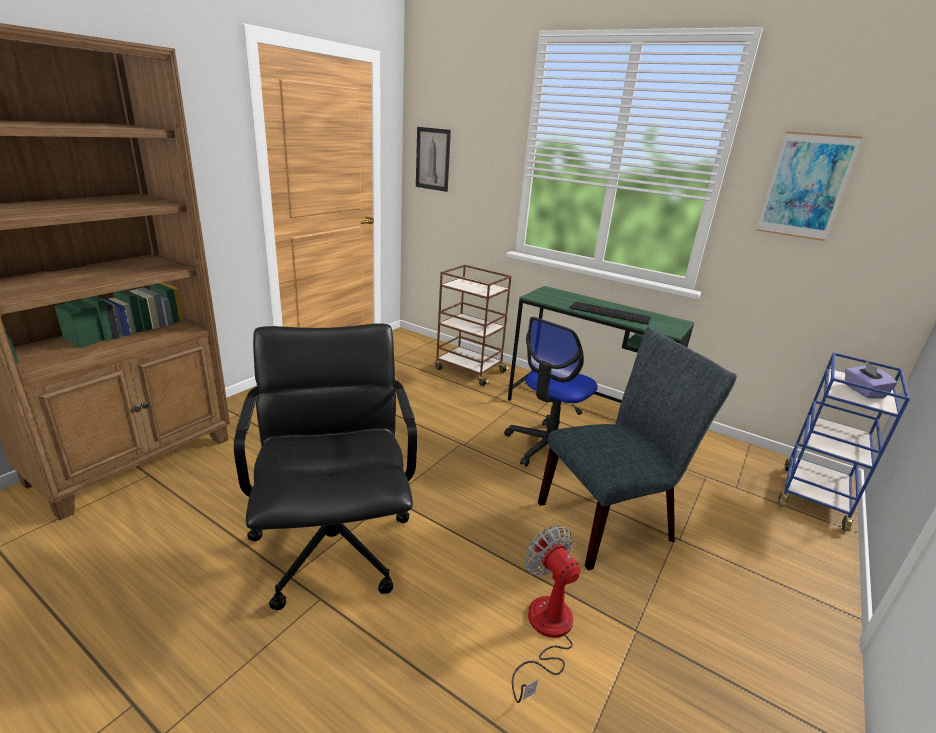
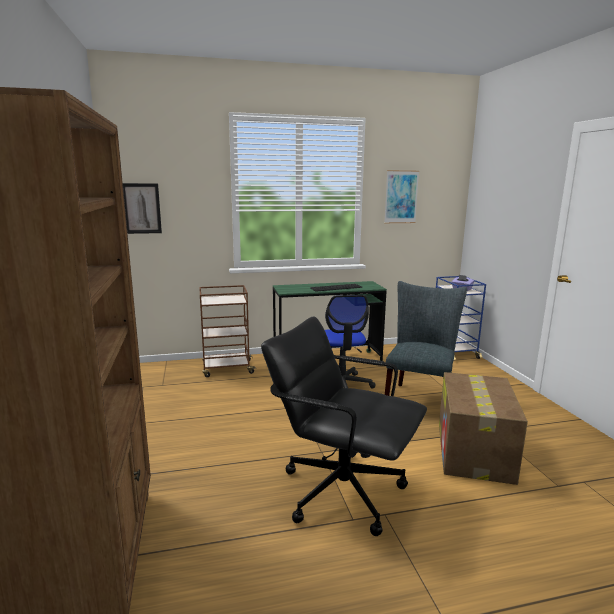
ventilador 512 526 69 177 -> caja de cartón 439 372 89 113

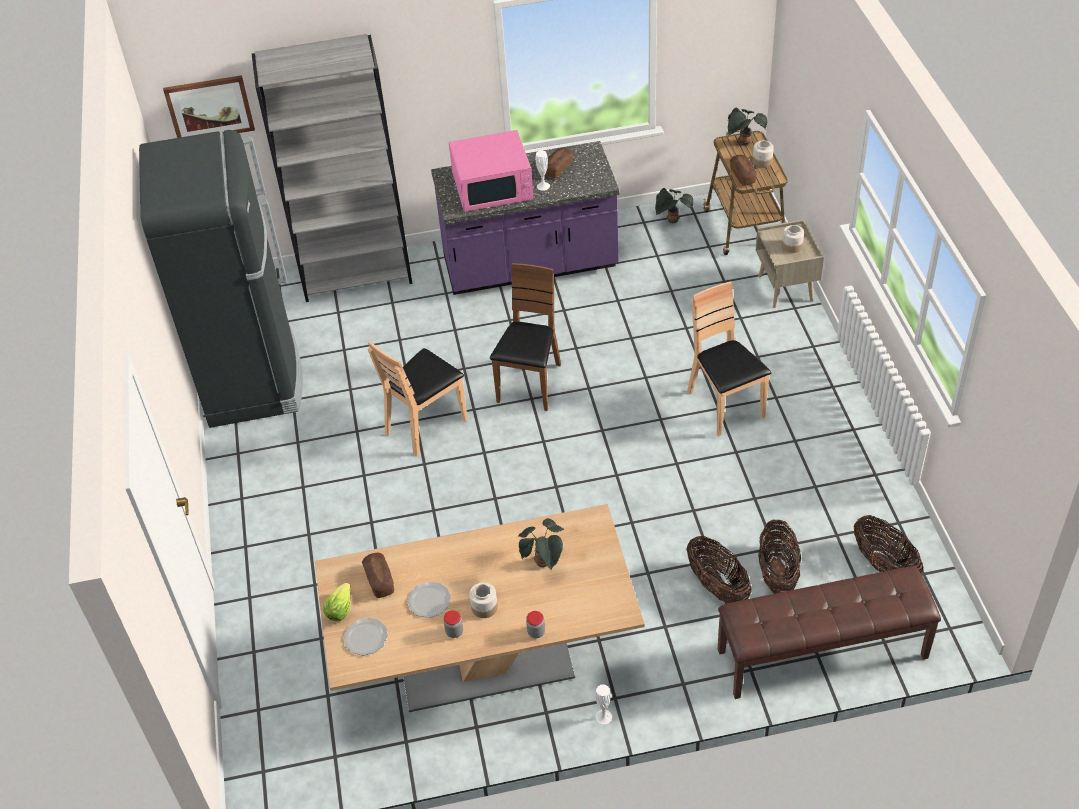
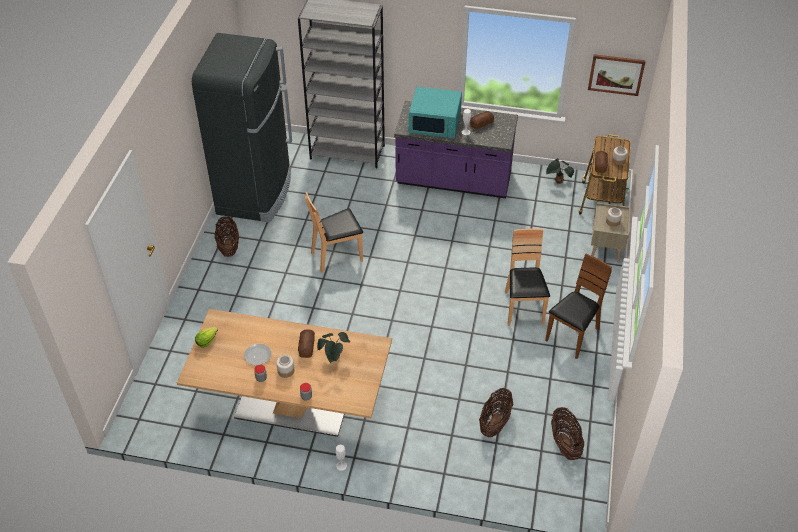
cuadro 163 75 92 63 -> cuadro 588 54 58 42, moved
planta en maceta 728 107 39 38 -> none
microondas/rosa 449 130 84 82 -> microondas/turquesa 409 87 53 51
silla/marrón 490 263 71 148 -> silla/marrón 545 254 67 105, moved
cesta 687 536 65 67 -> cesta 214 216 25 41, moved
pan 362 553 32 45 -> pan 298 329 17 29, moved
banco/marrón 718 566 223 133 -> none
plato 343 618 45 38 -> none

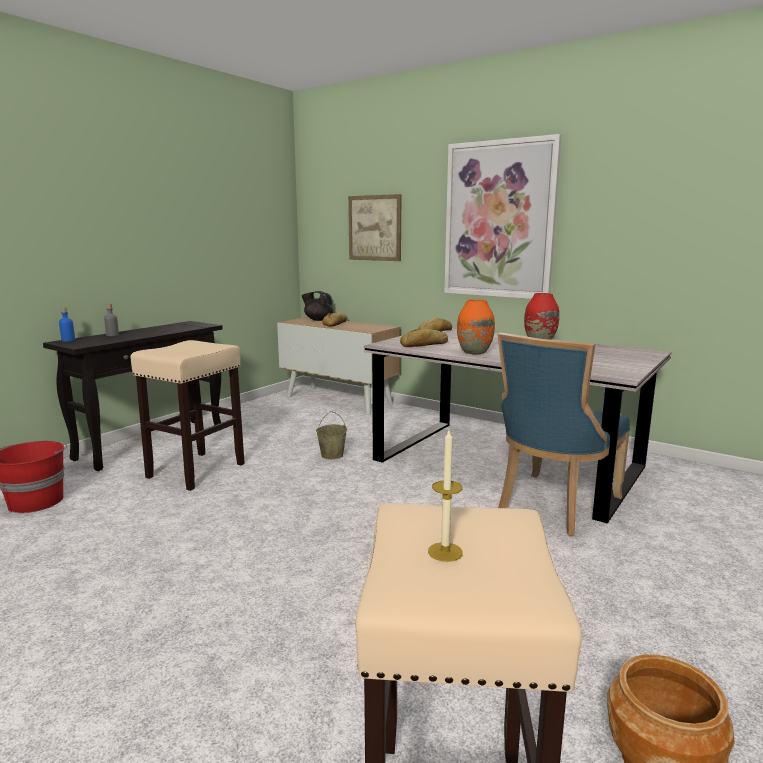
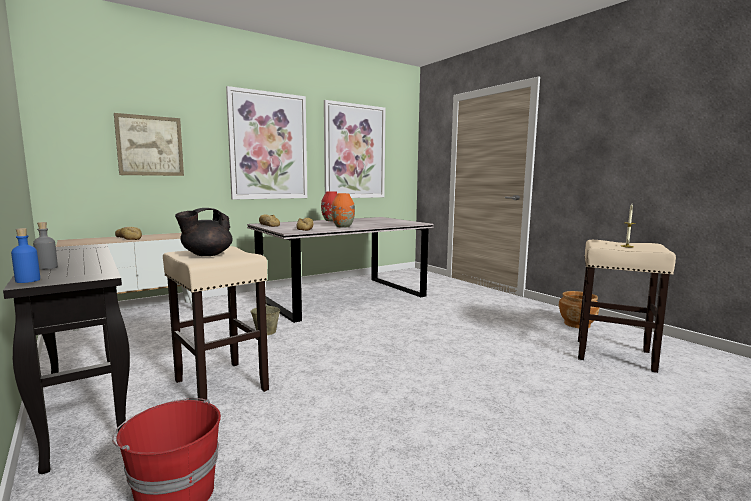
tetera/negro 301 291 32 30 -> tetera/negro 175 208 57 48, moved
silla/azul 498 333 132 203 -> none
none -> cuadro 324 100 62 98

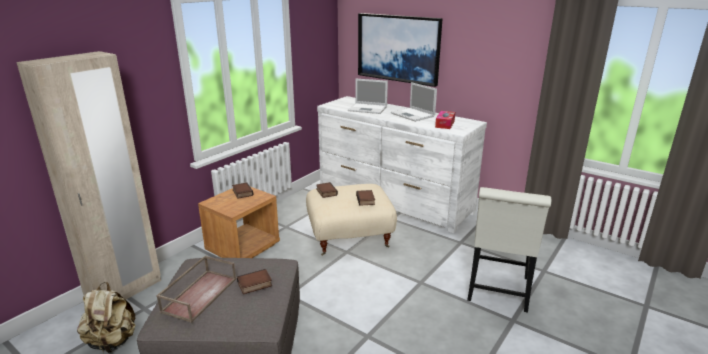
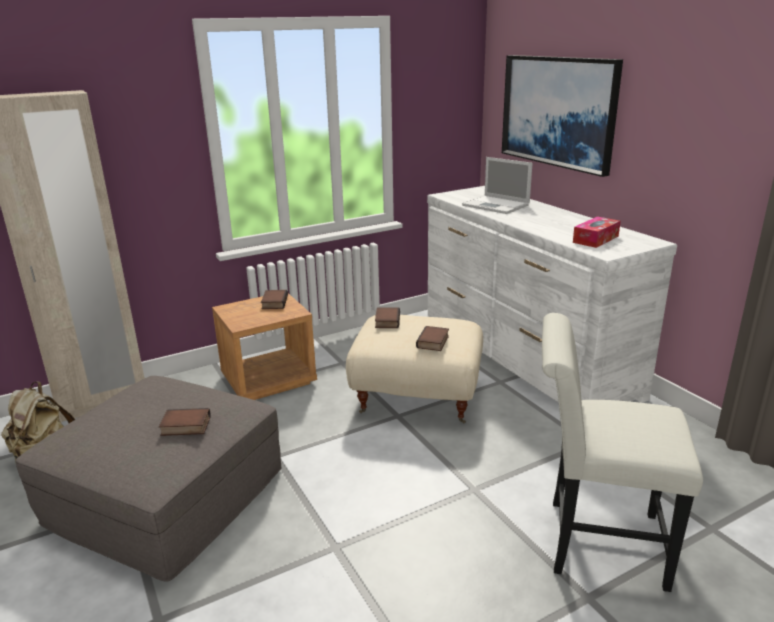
portátil 391 82 46 40 -> none
silla/blanco 467 187 84 126 -> silla/blanco 542 313 161 279, 60 degrees clockwise
bandeja/marrón 156 256 80 67 -> none

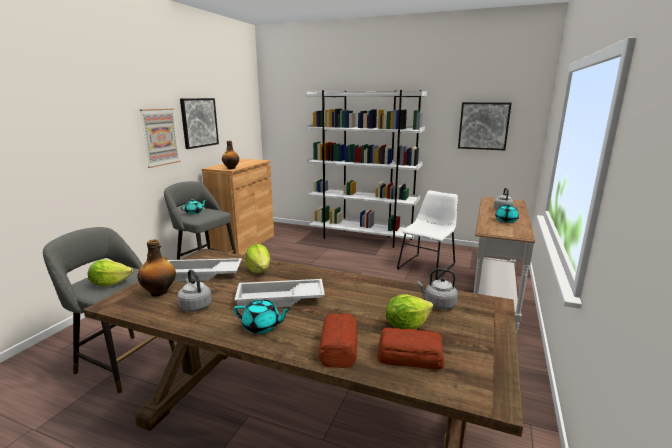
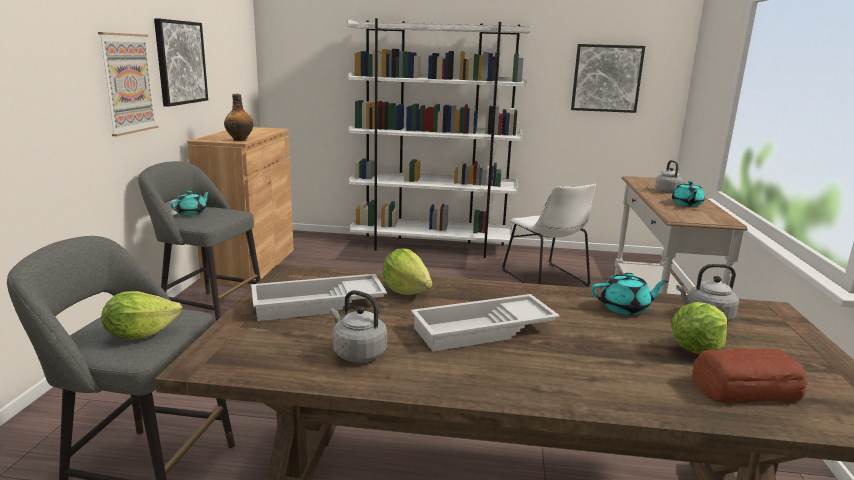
silla/blanco 397 190 61 90 -> silla/blanco 502 184 94 103, 135 degrees clockwise
botella 138 239 38 58 -> none
tetera/turquesa 233 299 58 35 -> tetera/turquesa 591 272 78 43, moved
pan 319 313 38 55 -> none

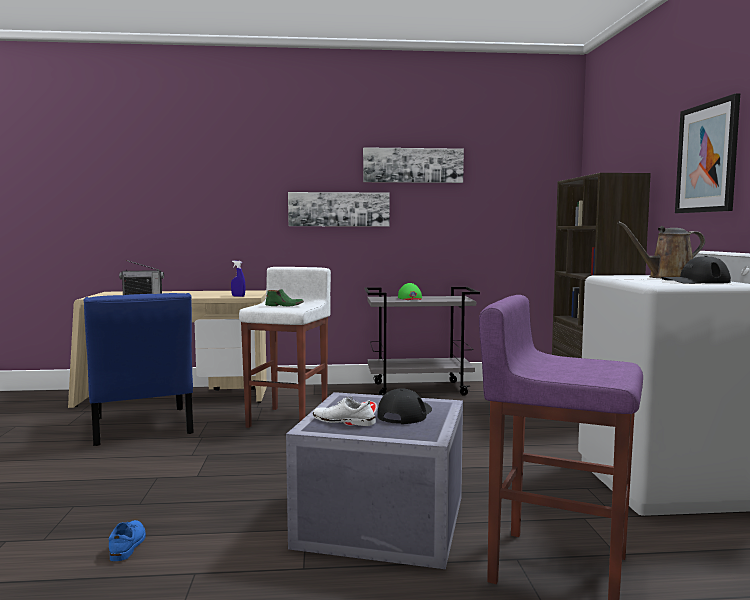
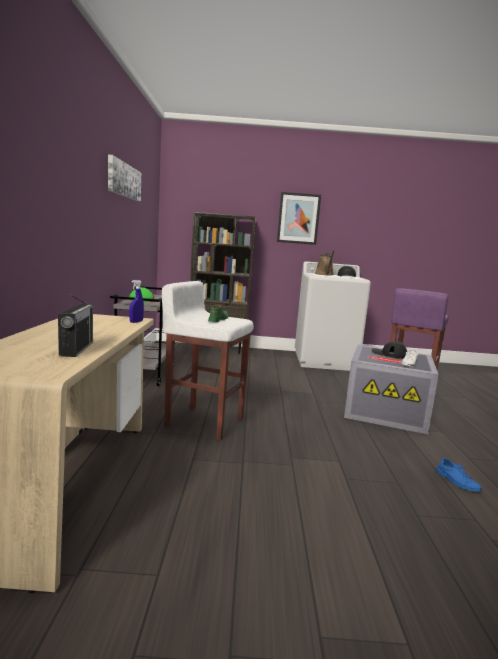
cuadro 288 192 101 34 -> none
silla/azul 84 293 110 153 -> none
zapato/azul 109 520 37 41 -> zapato/azul 436 457 46 35, 120 degrees counterclockwise

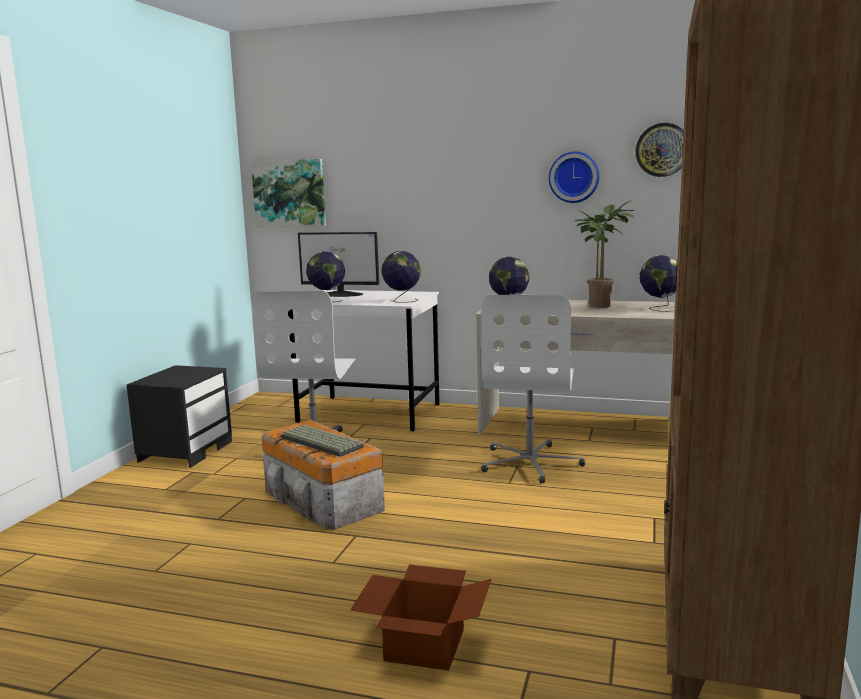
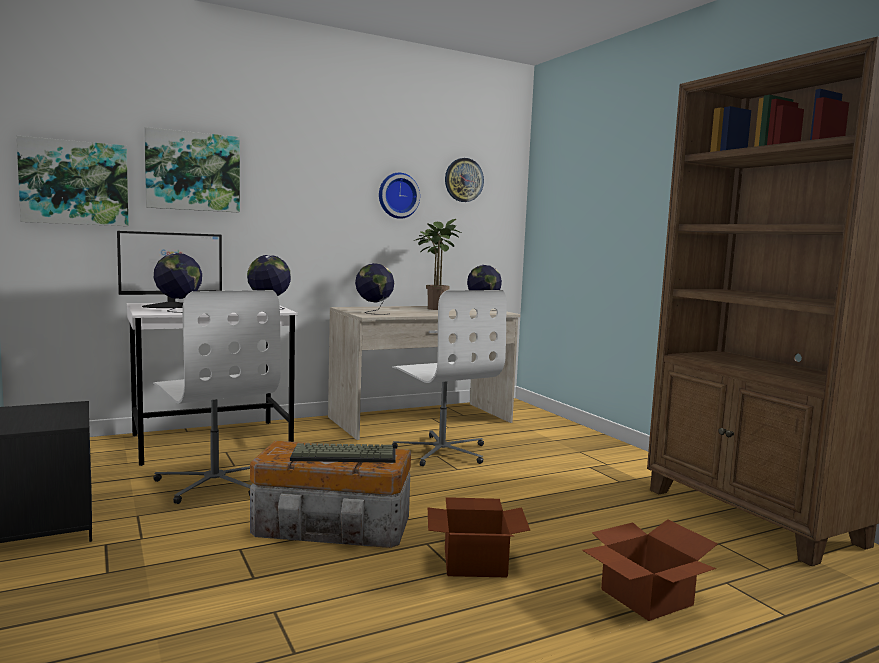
none -> cuadro 144 127 96 85
none -> caja de cartón 428 497 102 80

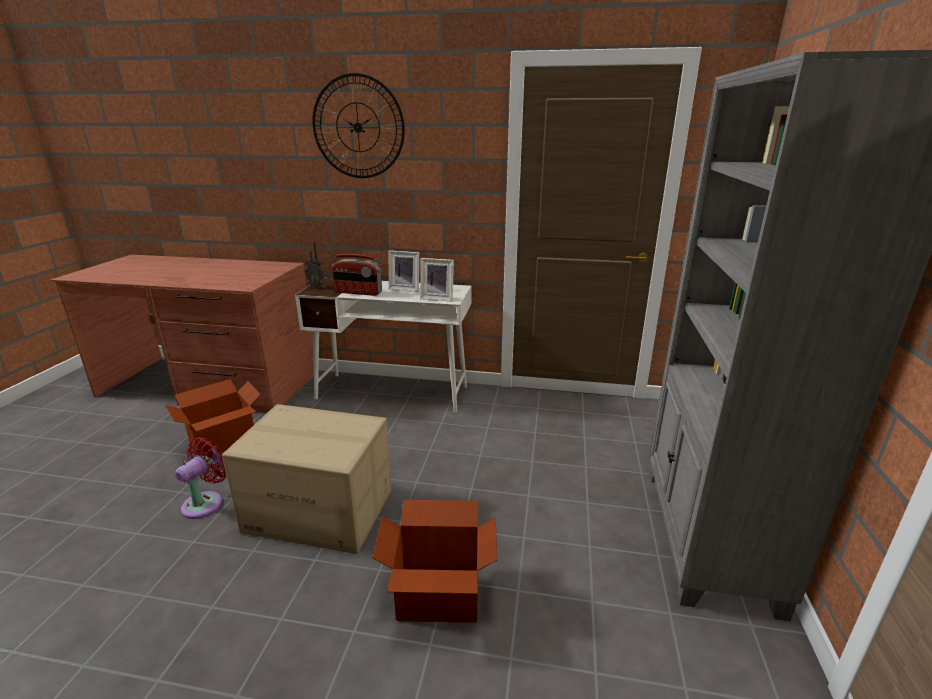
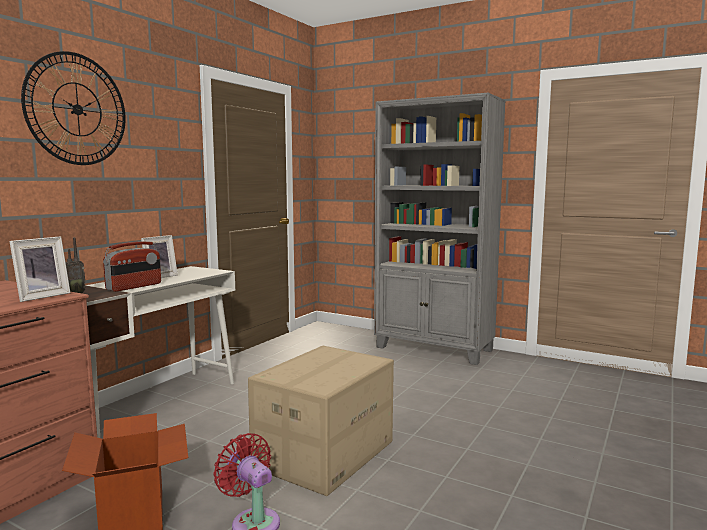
portarretratos 420 258 34 44 -> portarretratos 9 236 61 66, moved
caja de cartón 372 500 125 123 -> none

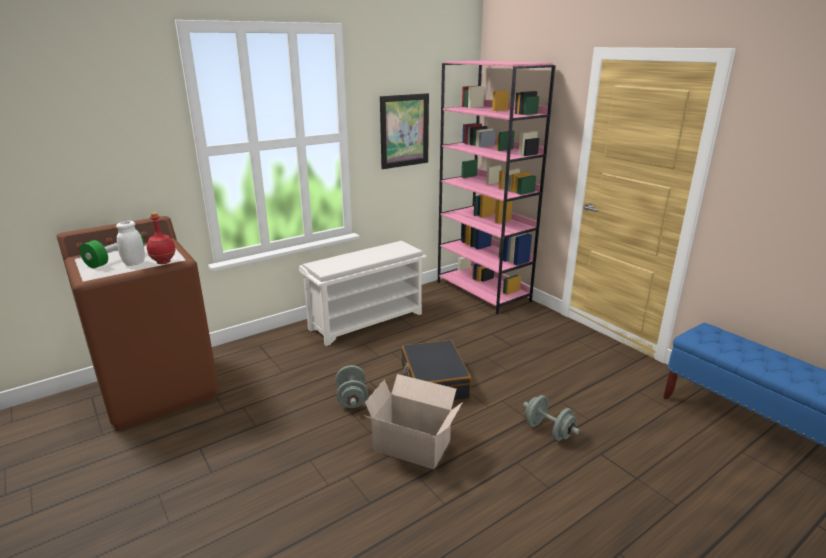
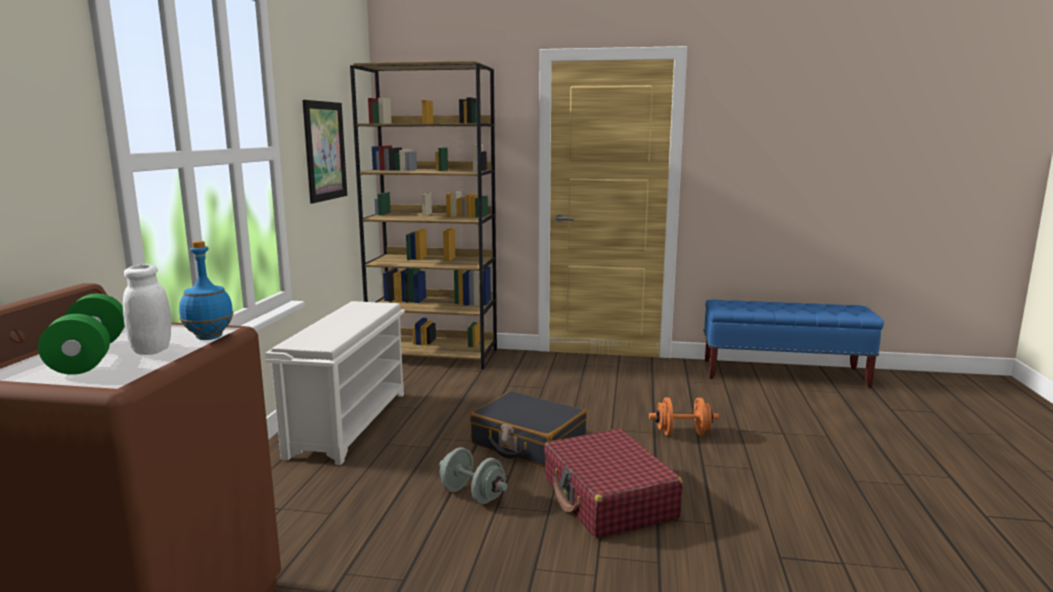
estantería/rosa 438 61 117 253 -> estantería/marrón 350 61 147 308
botella/rojo 147 213 29 51 -> botella/azul 179 241 55 99
caja de cartón 364 374 99 95 -> maleta/rojo 544 428 139 111
mancuerna/gris 523 395 57 46 -> mancuerna/naranja 649 398 70 37

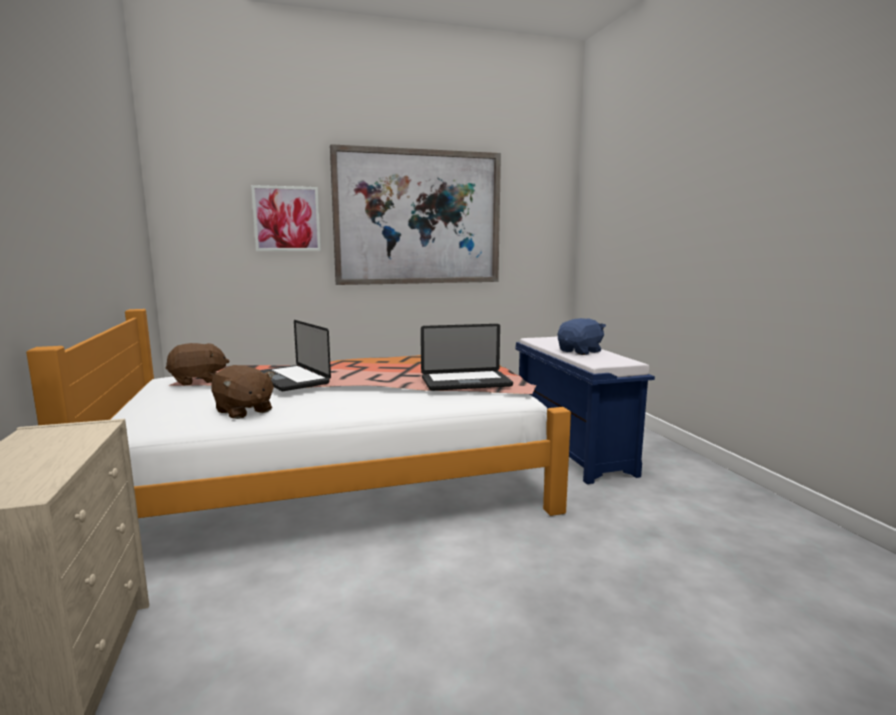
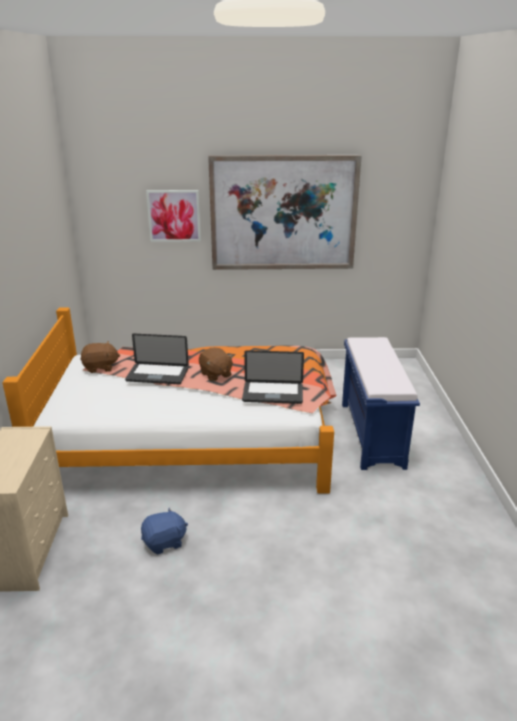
peluche/azul 558 318 48 37 -> peluche/azul 141 507 47 47, moved
portátil 260 320 71 71 -> portátil 125 334 64 50, 60 degrees counterclockwise
peluche/marrón 211 365 64 54 -> peluche/marrón 199 347 35 34, moved

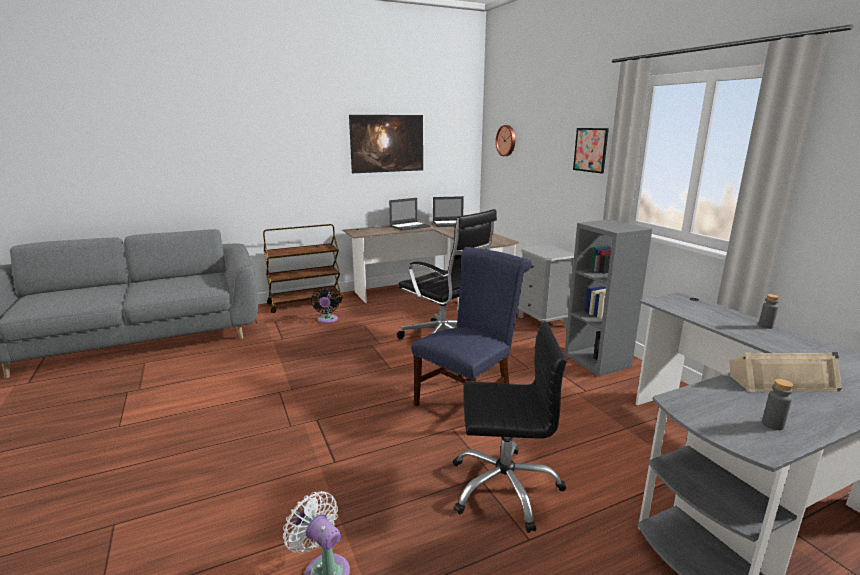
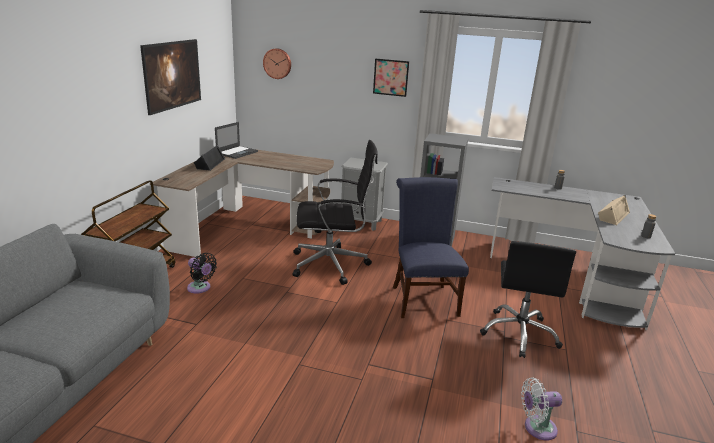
portátil 389 198 41 33 -> altavoz/negro 194 145 31 26
silla de oficina/negro 453 321 114 212 -> silla de oficina/negro 480 241 96 117, 150 degrees clockwise

